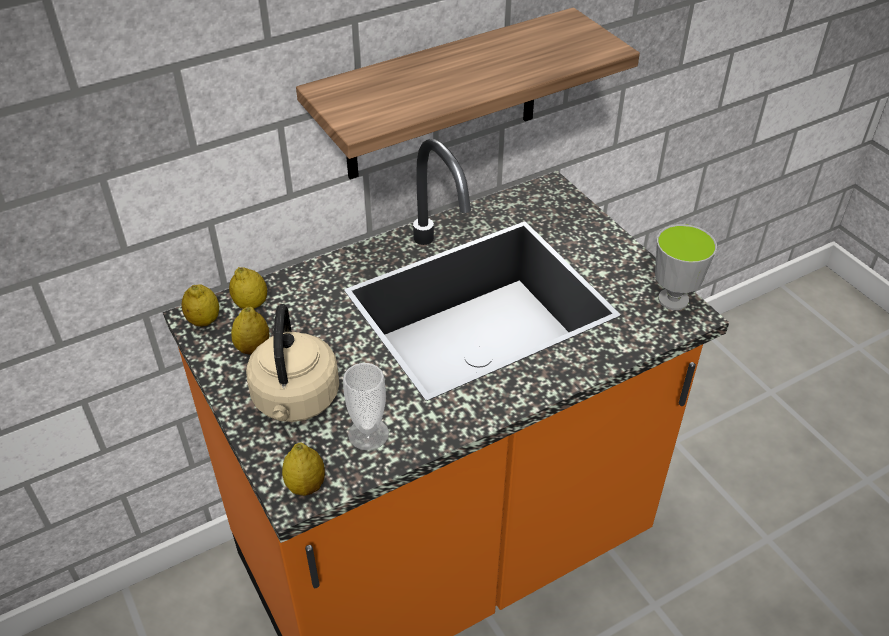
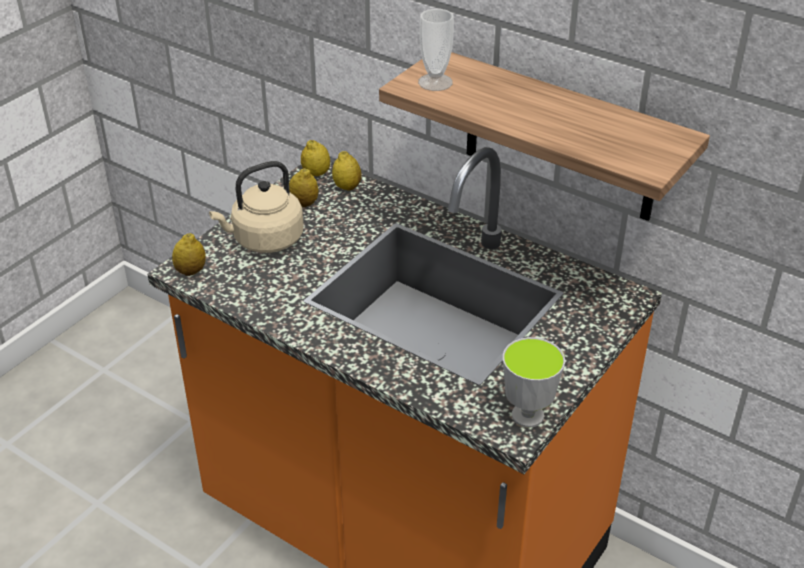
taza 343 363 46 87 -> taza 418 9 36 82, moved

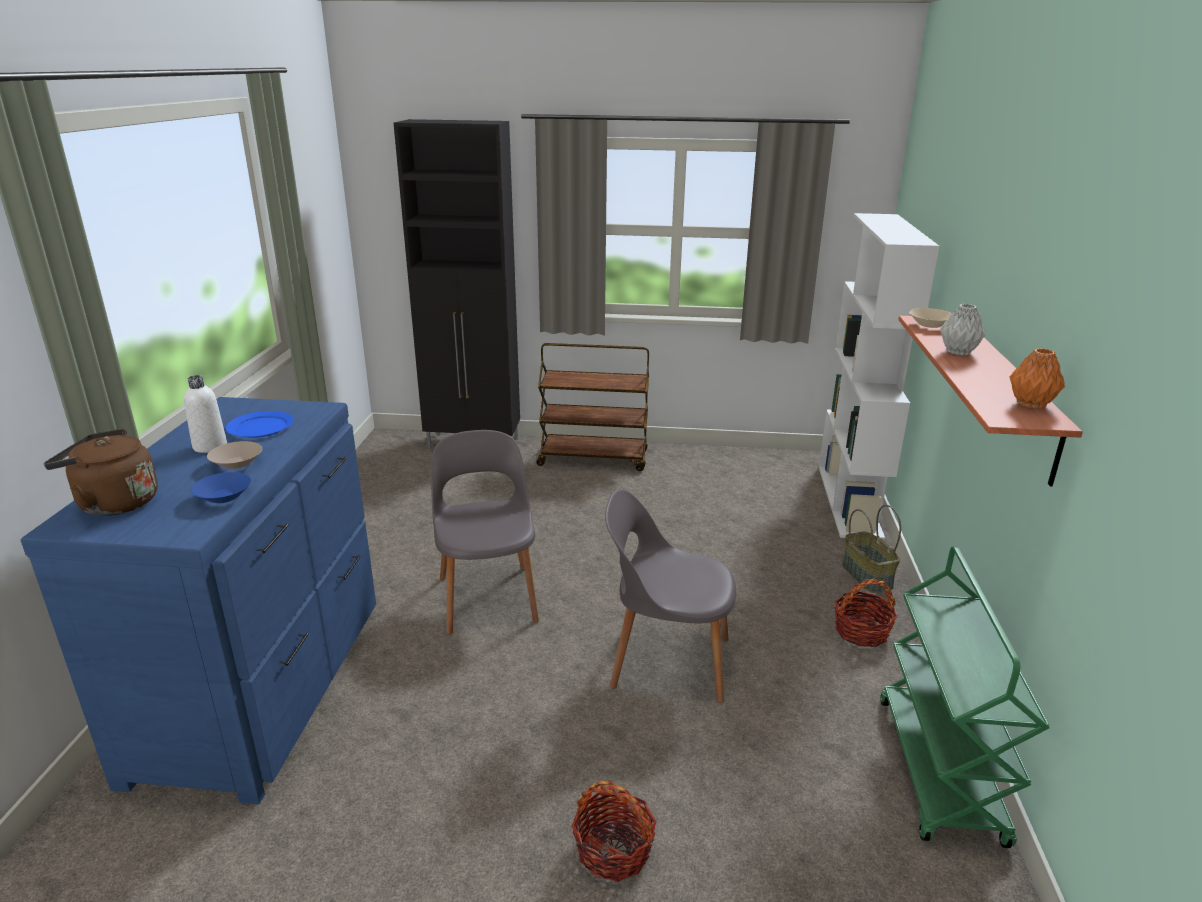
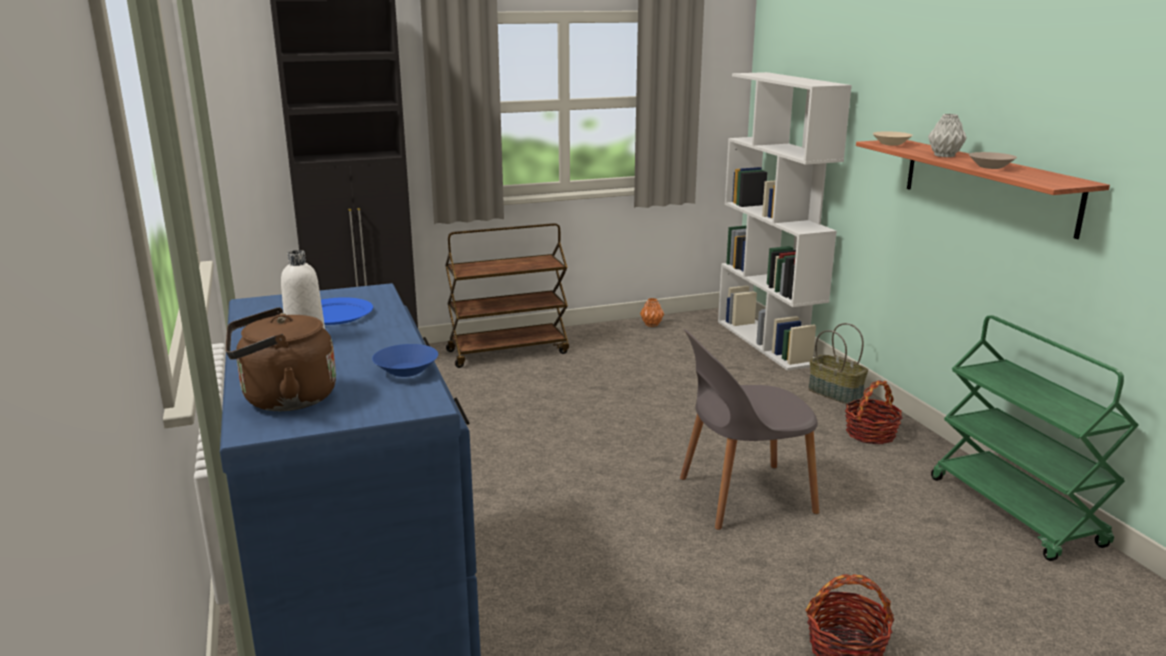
florero/naranja 1010 348 55 61 -> florero/naranja 640 298 24 29, moved
silla/gris 431 430 108 204 -> none
cuenco/beis 207 441 55 28 -> cuenco/beis 969 152 48 17, moved

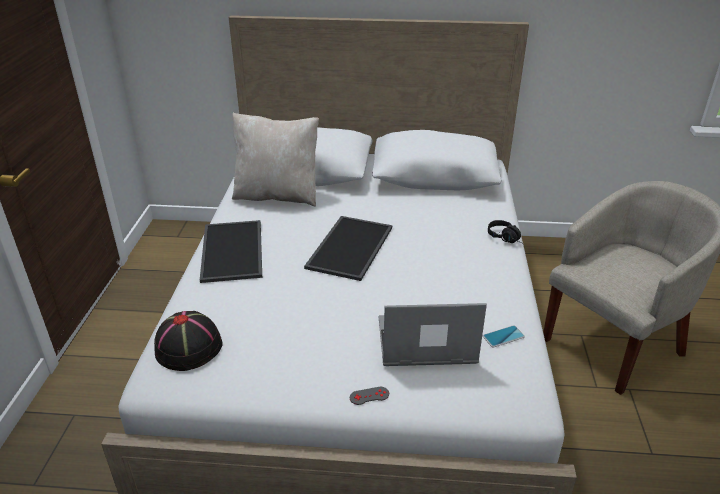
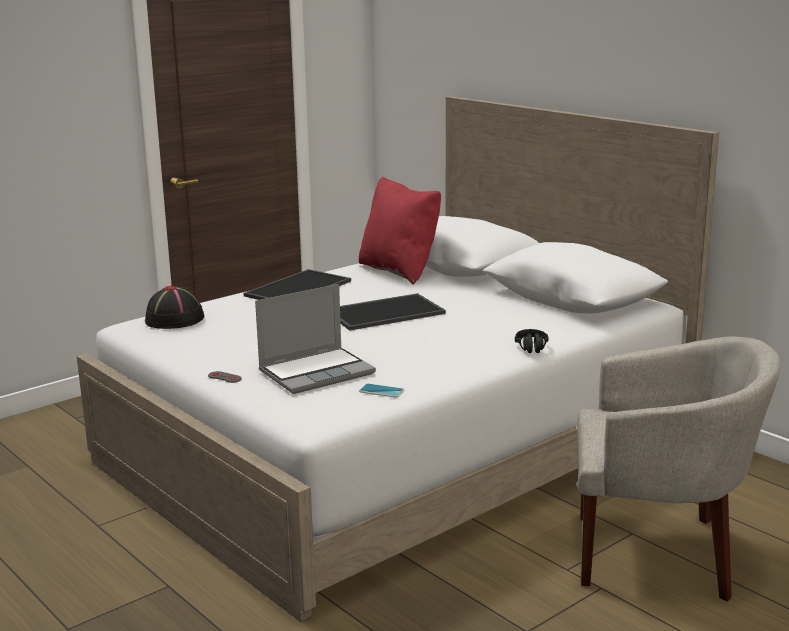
cojín/beis 232 113 87 94 -> cojín/rojo 359 177 82 108
portátil 379 303 108 63 -> portátil 255 284 121 110, 105 degrees clockwise

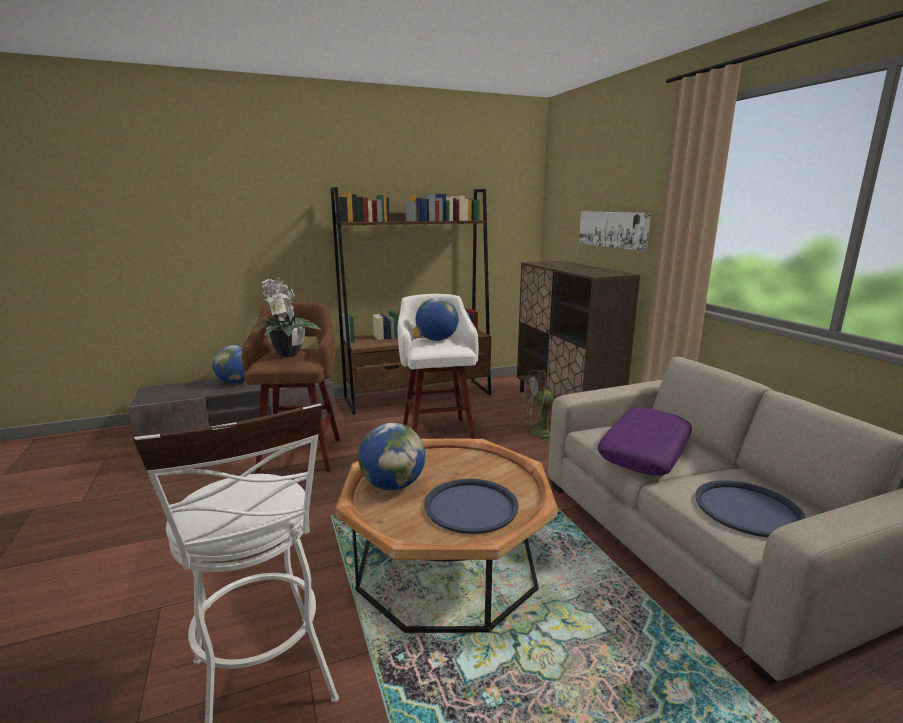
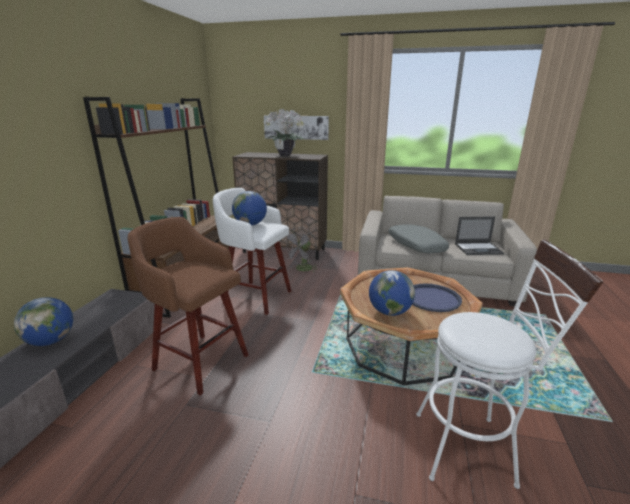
planta en maceta 252 277 69 80 -> planta en maceta 264 109 42 47, moved
cojín/morado 598 407 94 68 -> cojín/gris 388 224 61 30
bandeja/azul 695 480 111 58 -> portátil 455 216 49 39

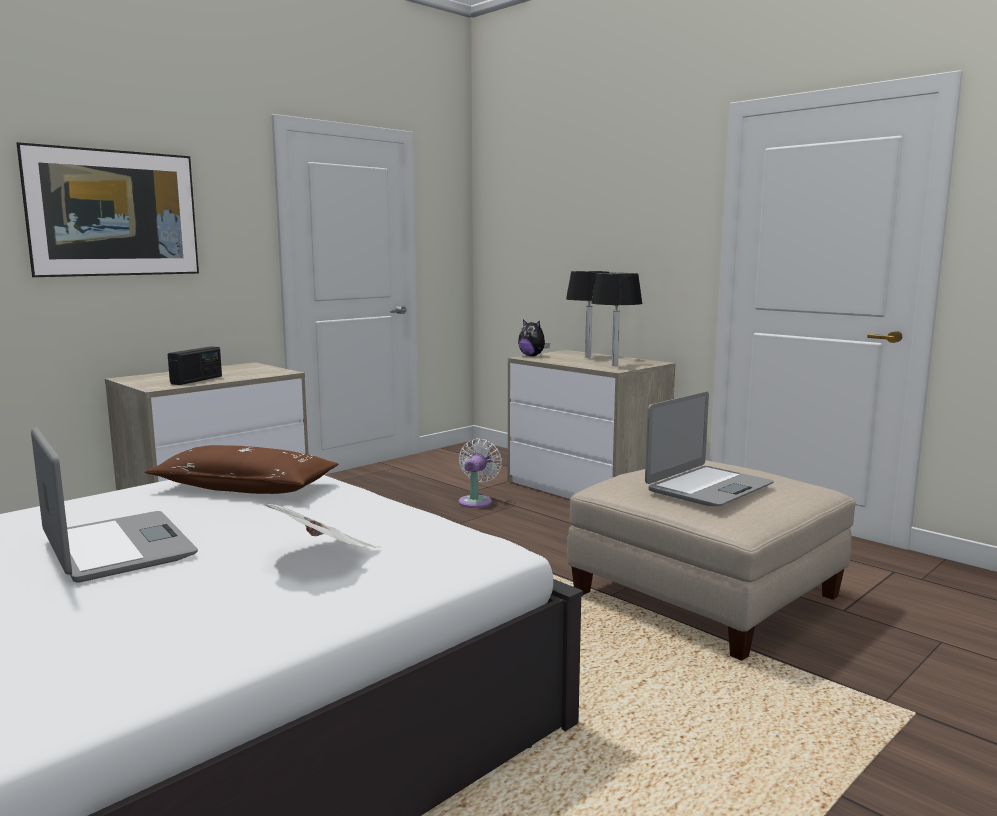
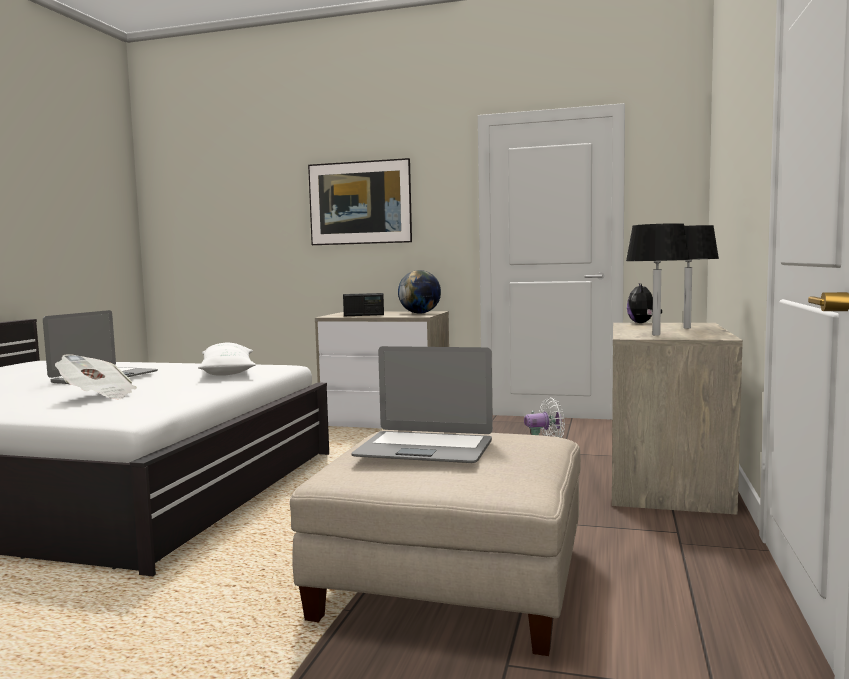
cojín/marrón 145 445 194 49 -> cojín/blanco 198 343 58 33
none -> globo terráqueo 398 270 43 44

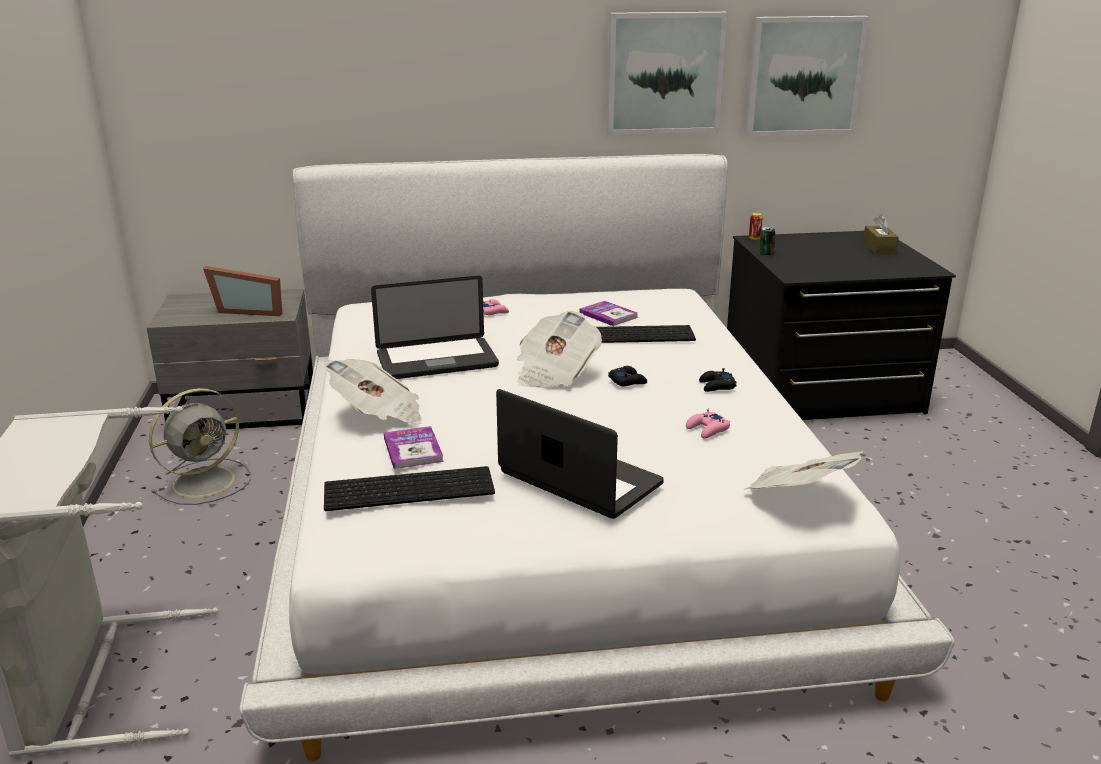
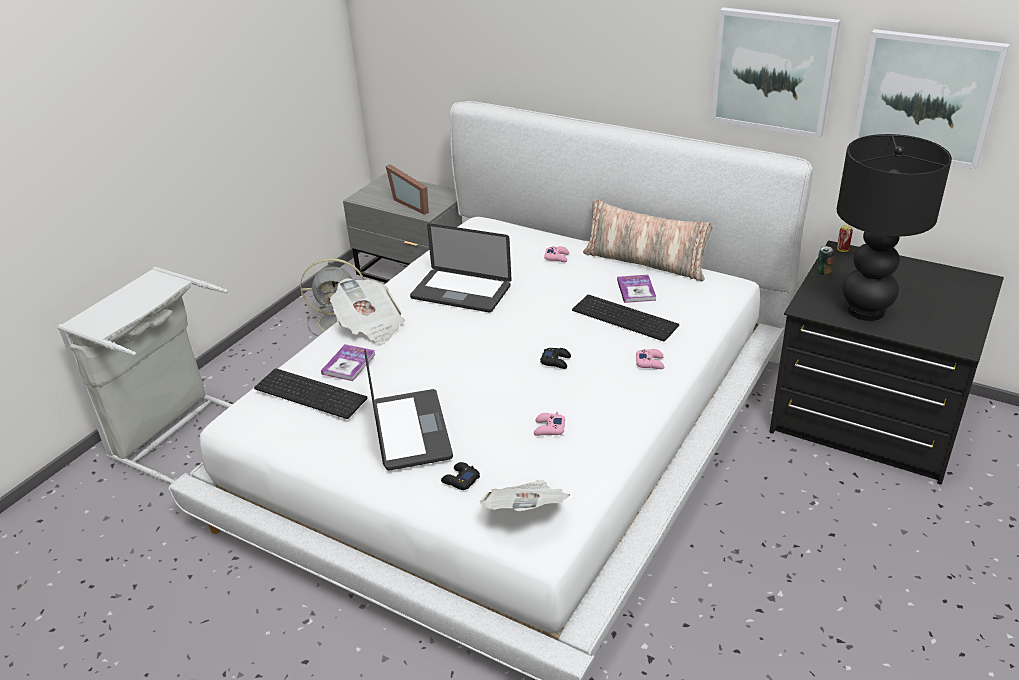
caja de pañuelos/marrón 863 214 36 40 -> none
periódico 517 311 85 76 -> none
mando de consola/negro 699 368 38 24 -> mando de consola/negro 441 462 39 28, moved
none -> lámpara de mesa/negro 837 134 115 187
none -> cojín 583 199 130 82
none -> mando de consola/rosa 636 349 28 20

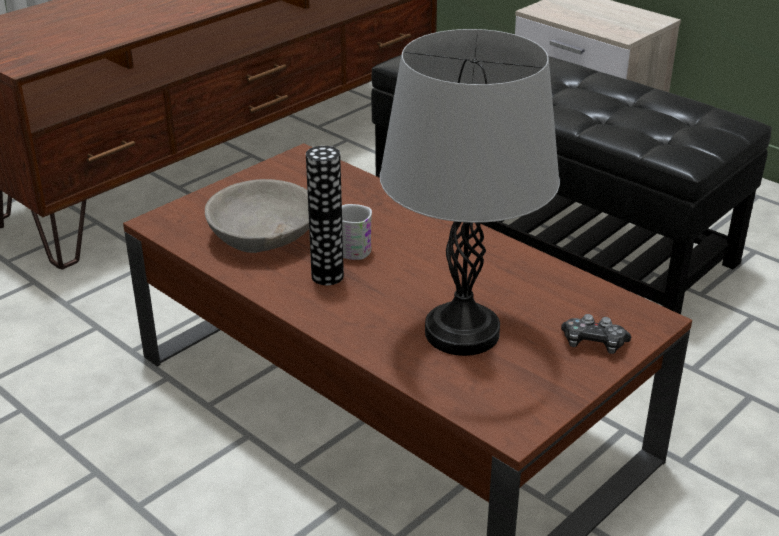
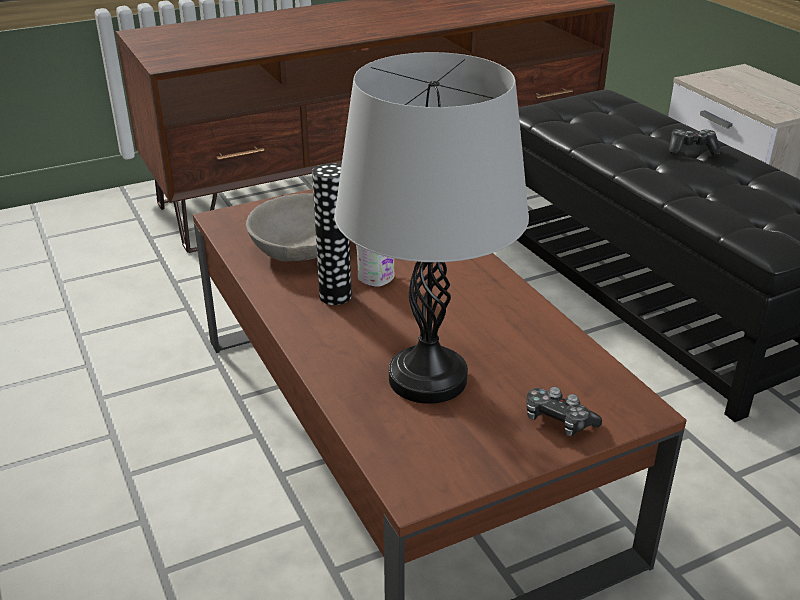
none -> mando de consola 669 129 52 26

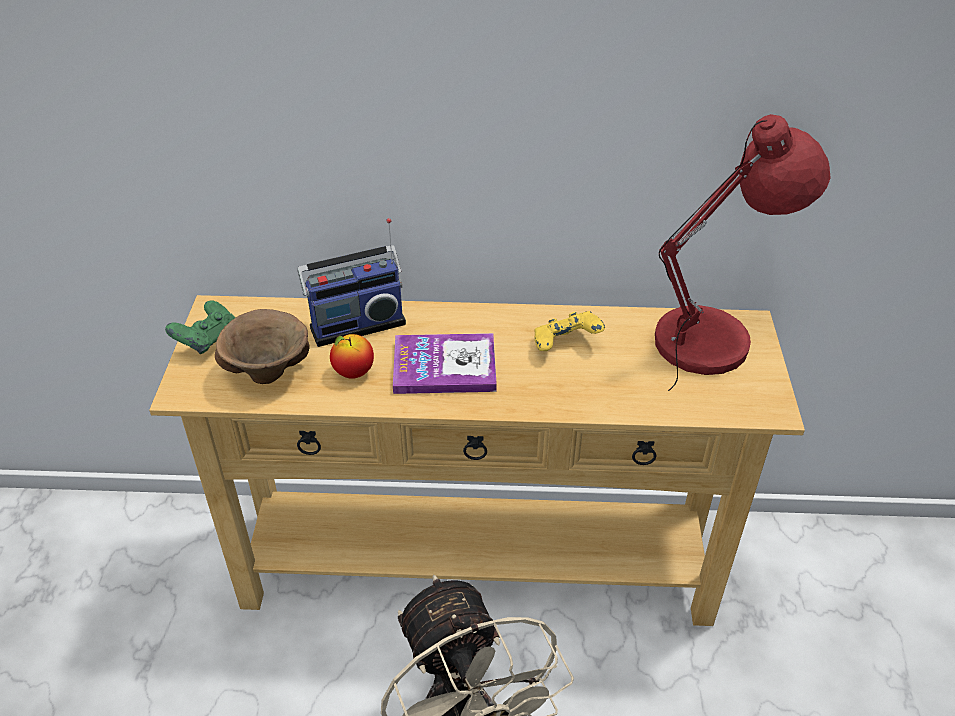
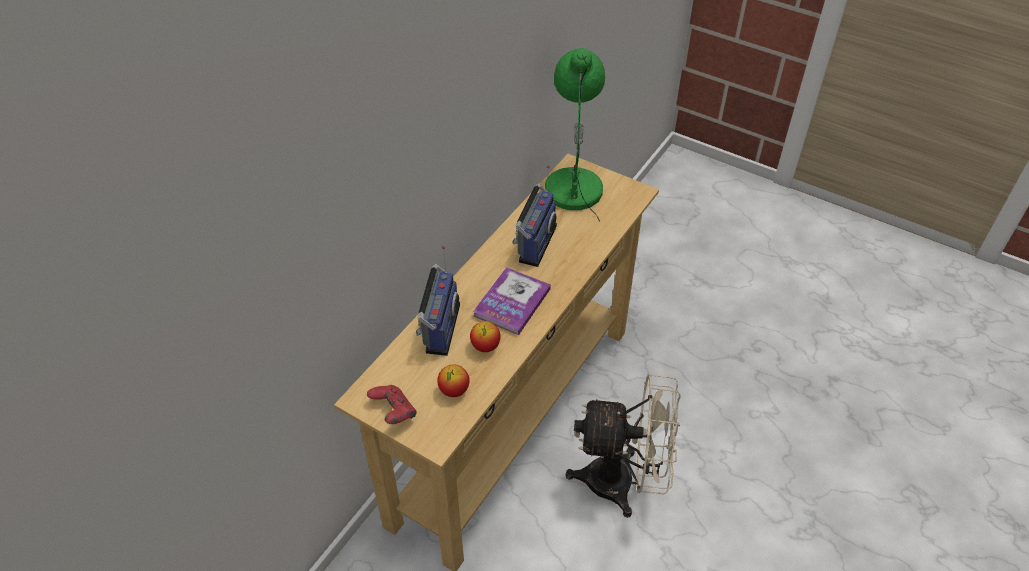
lámpara de mesa/rojo 655 114 176 277 -> lámpara de mesa/verde 545 48 60 174
mando de consola/verde 165 300 70 54 -> mando de consola/rojo 367 385 50 39
cuenco/marrón 215 309 95 75 -> manzana 437 364 33 33
mando de consola/amarillo 534 311 71 40 -> radio 512 165 45 102

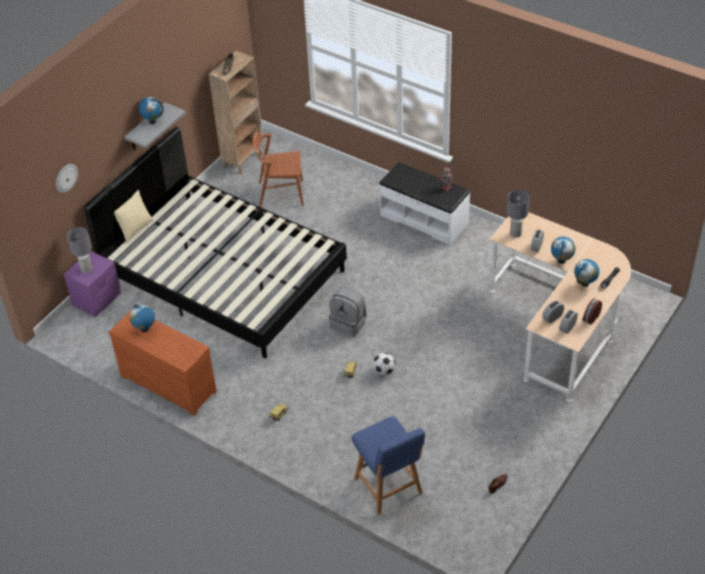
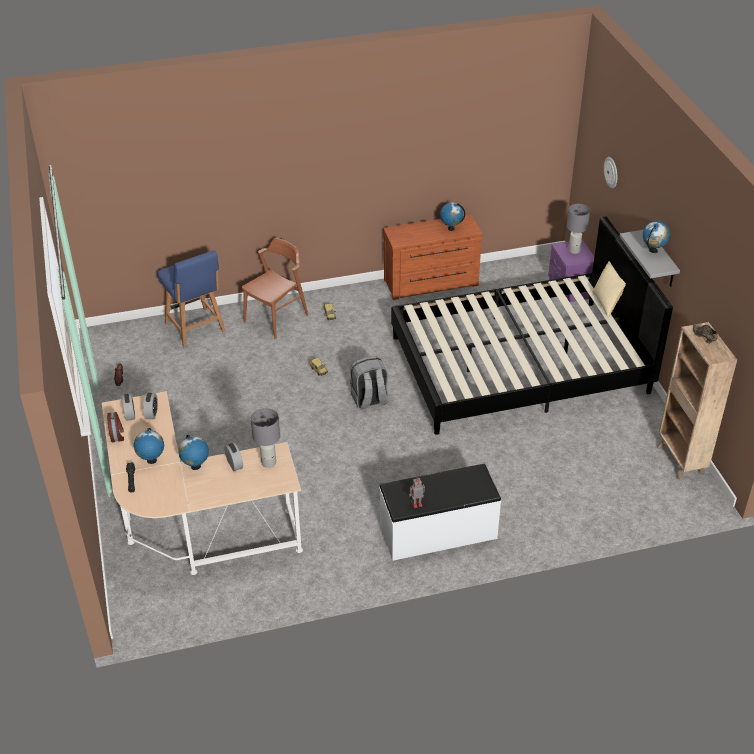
silla/marrón 253 132 51 75 -> silla/marrón 242 238 66 101, moved
balón de fútbol 373 353 23 22 -> none
silla/azul 352 416 73 99 -> silla/azul 157 250 69 97, 135 degrees counterclockwise

